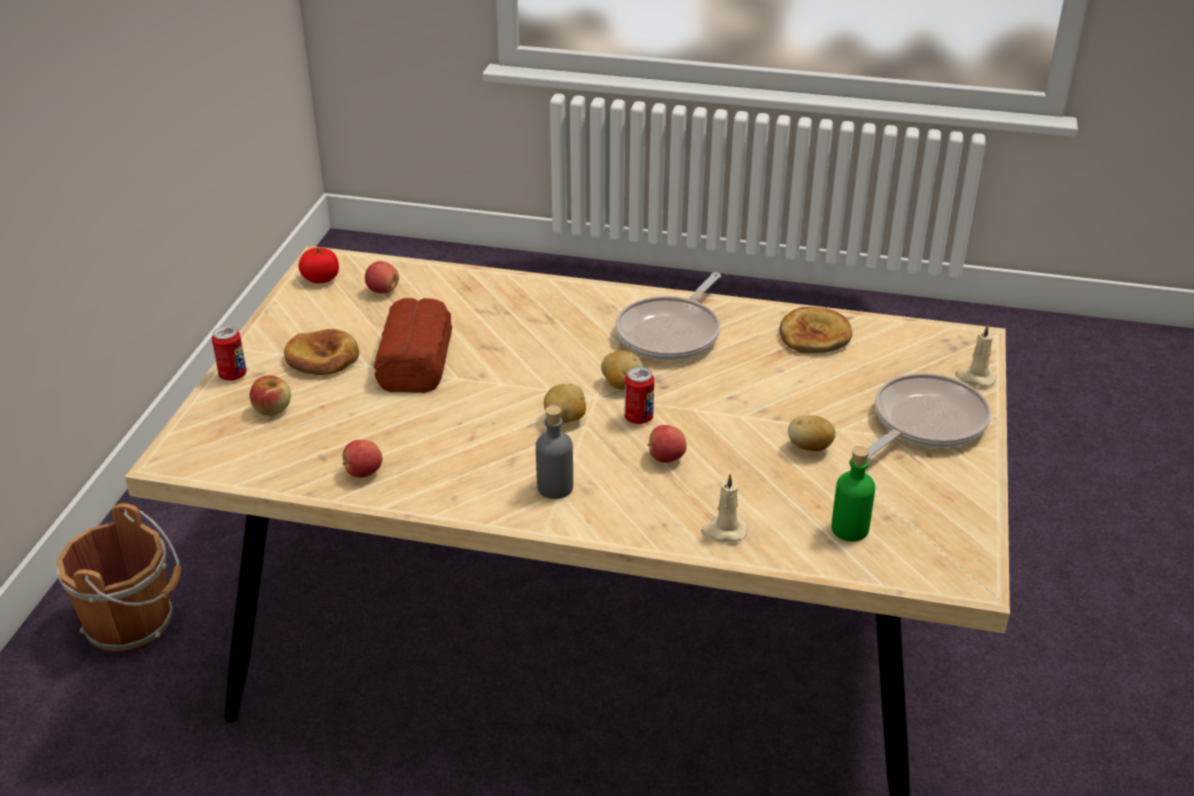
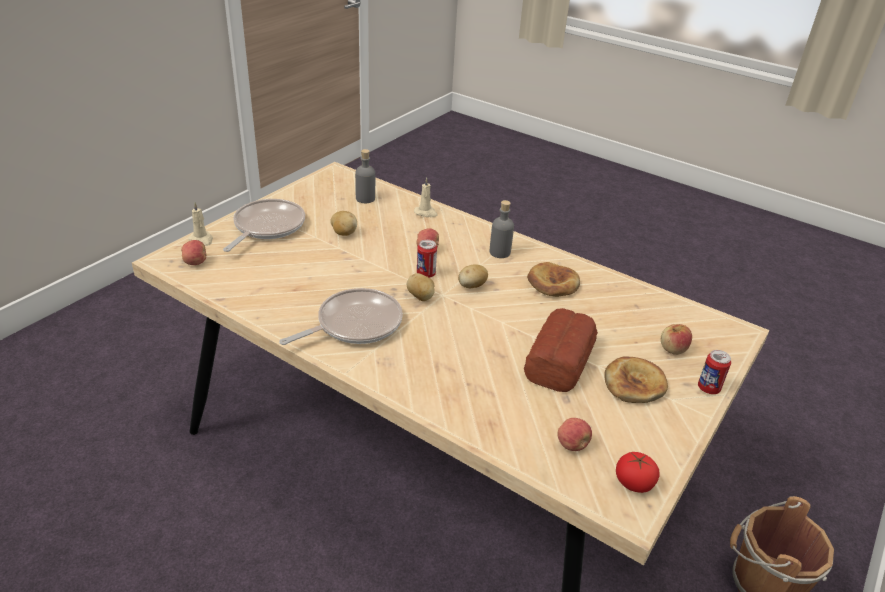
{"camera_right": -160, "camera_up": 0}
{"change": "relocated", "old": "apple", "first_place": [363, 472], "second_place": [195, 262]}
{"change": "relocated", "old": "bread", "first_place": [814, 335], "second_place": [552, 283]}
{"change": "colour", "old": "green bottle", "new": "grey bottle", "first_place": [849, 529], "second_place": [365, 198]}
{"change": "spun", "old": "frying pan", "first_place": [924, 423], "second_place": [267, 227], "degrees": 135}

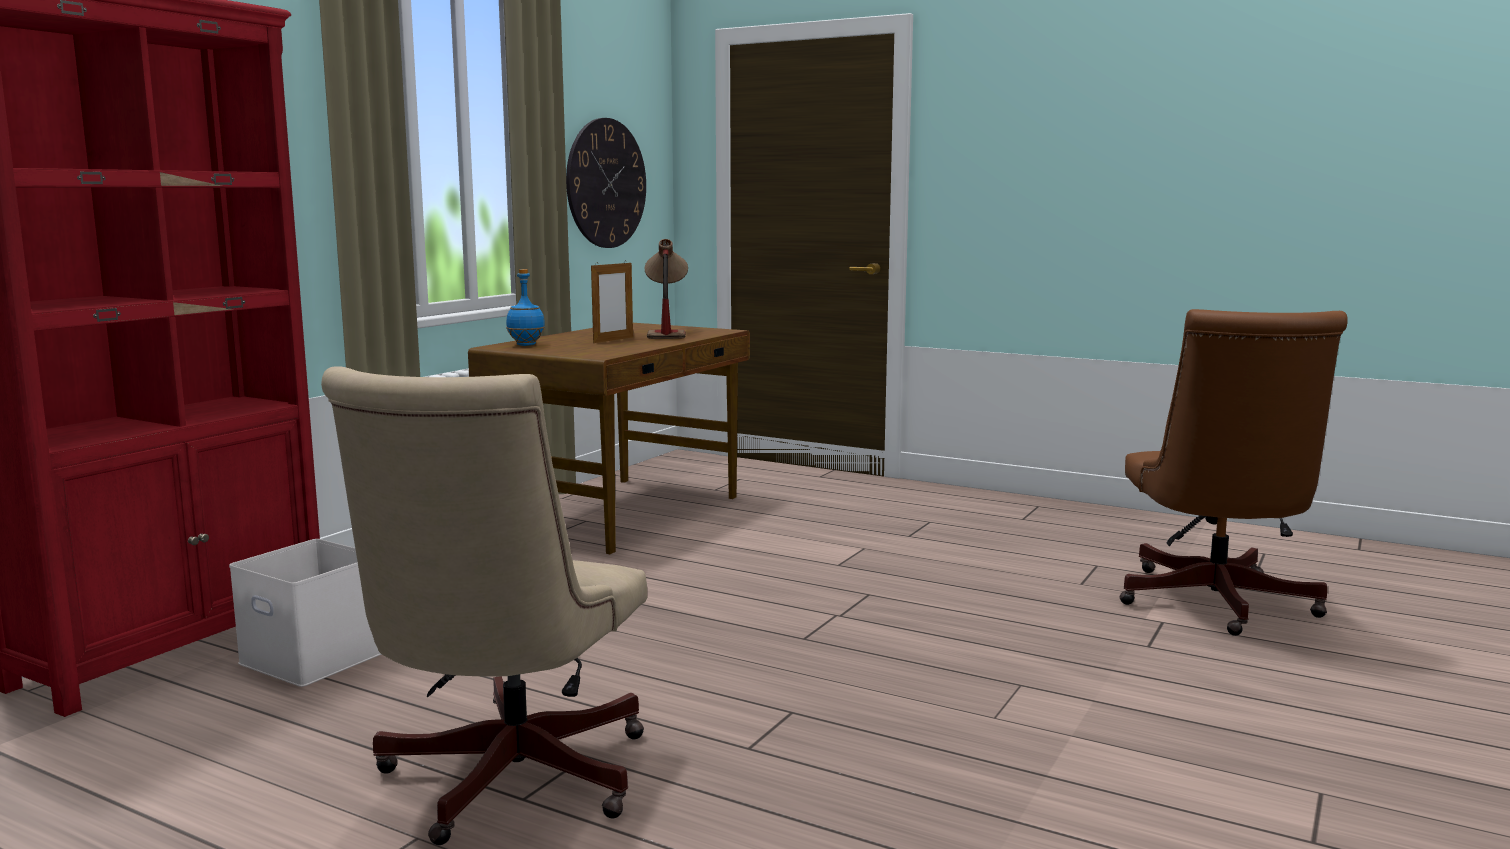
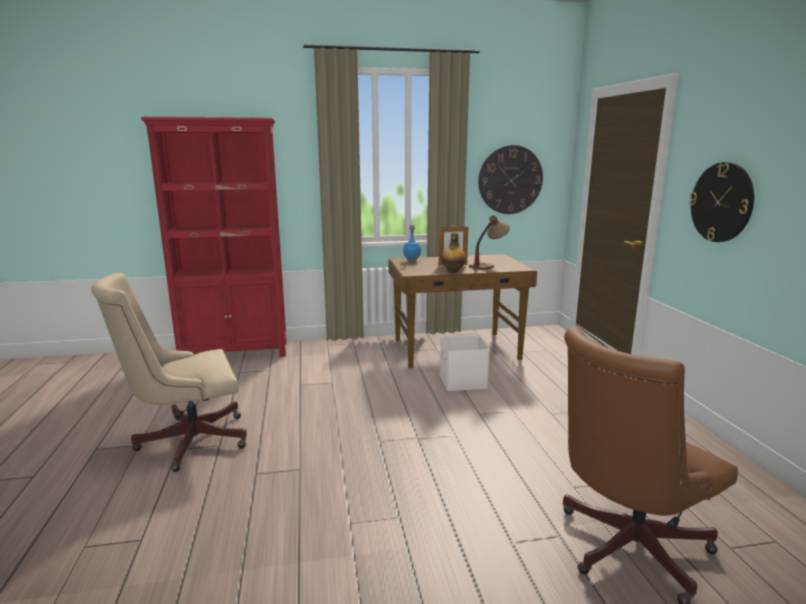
{"camera_right": 50, "camera_up": 5}
{"change": "appeared", "new": "bottle", "second_place": [453, 271]}
{"change": "appeared", "new": "wall clock", "second_place": [721, 202]}
{"change": "relocated", "old": "white storage box", "first_place": [317, 657], "second_place": [464, 381]}

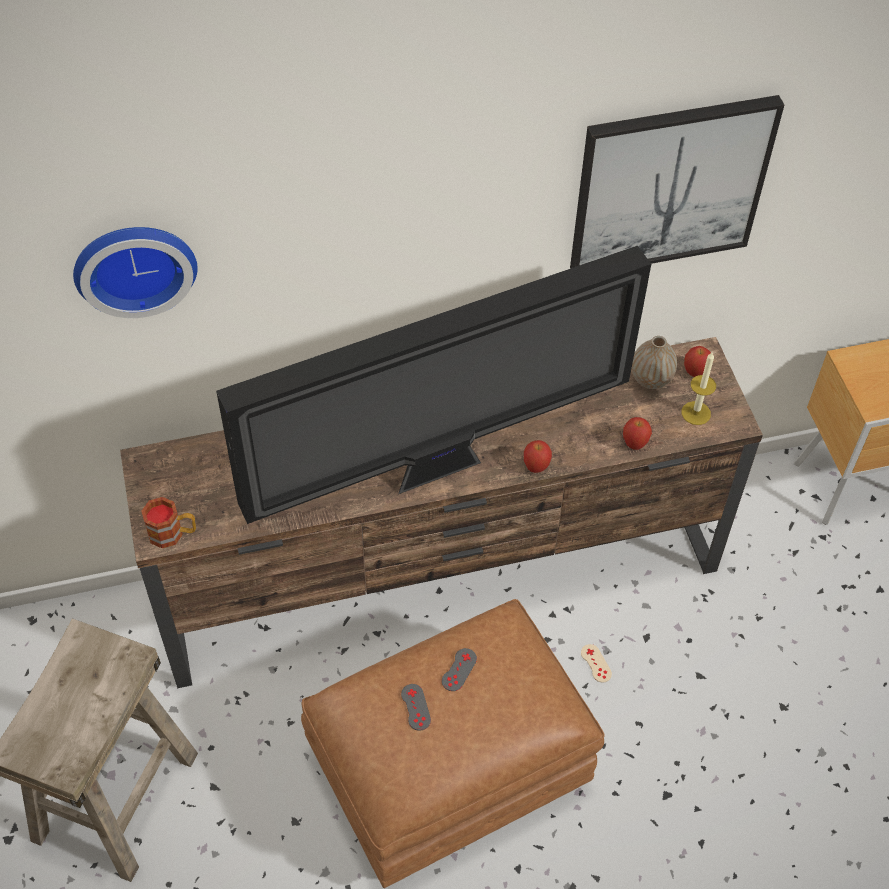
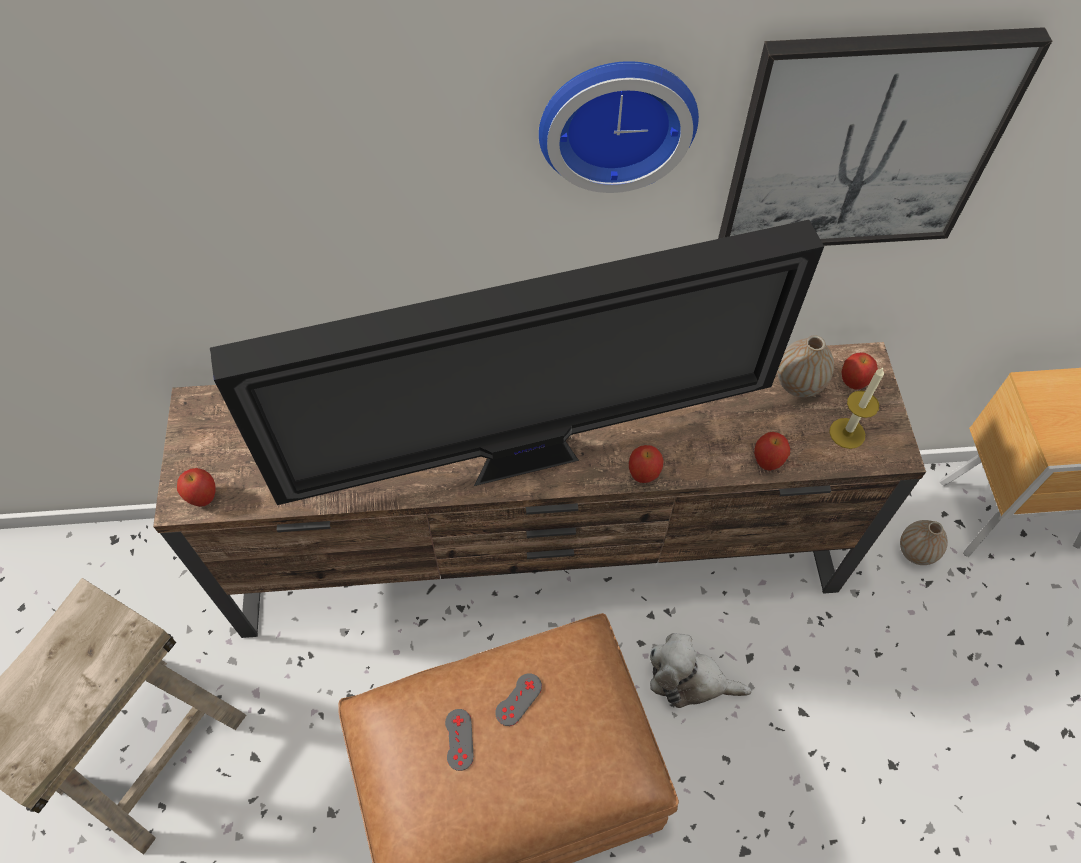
{"camera_right": 10, "camera_up": 5}
{"change": "appeared", "new": "vase", "second_place": [915, 552]}
{"change": "relocated", "old": "wall clock", "first_place": [134, 264], "second_place": [616, 119]}
{"change": "exchanged", "old": "mug", "new": "apple", "first_place": [173, 533], "second_place": [203, 498]}
{"change": "exchanged", "old": "beige game controller", "new": "plush toy", "first_place": [596, 663], "second_place": [689, 679]}

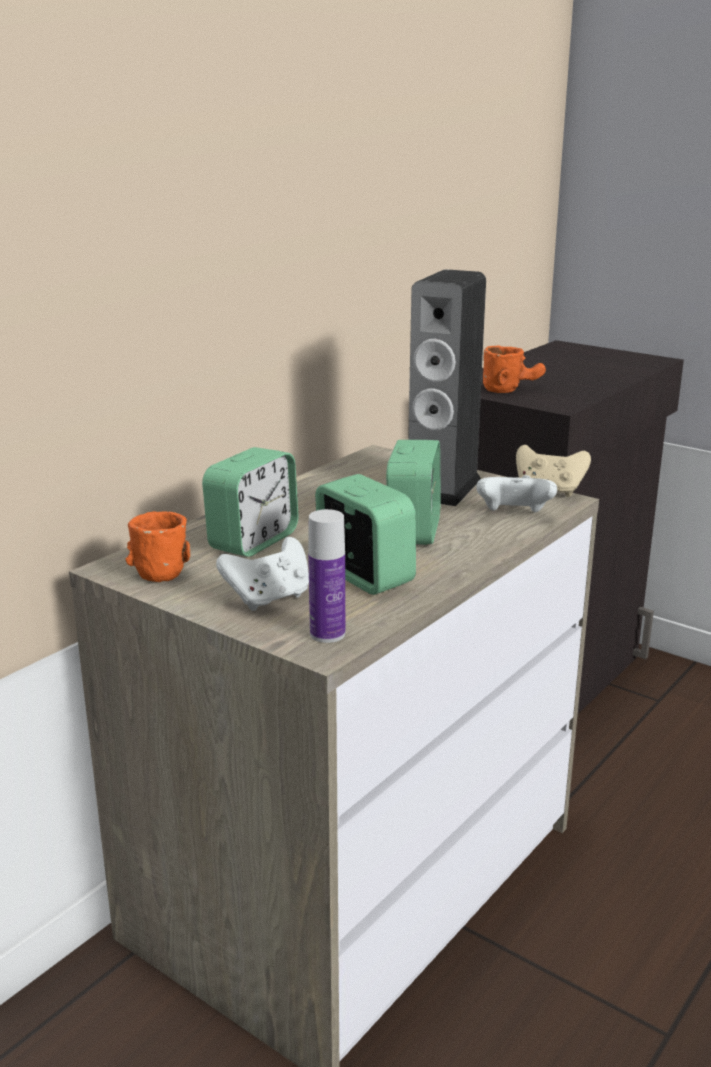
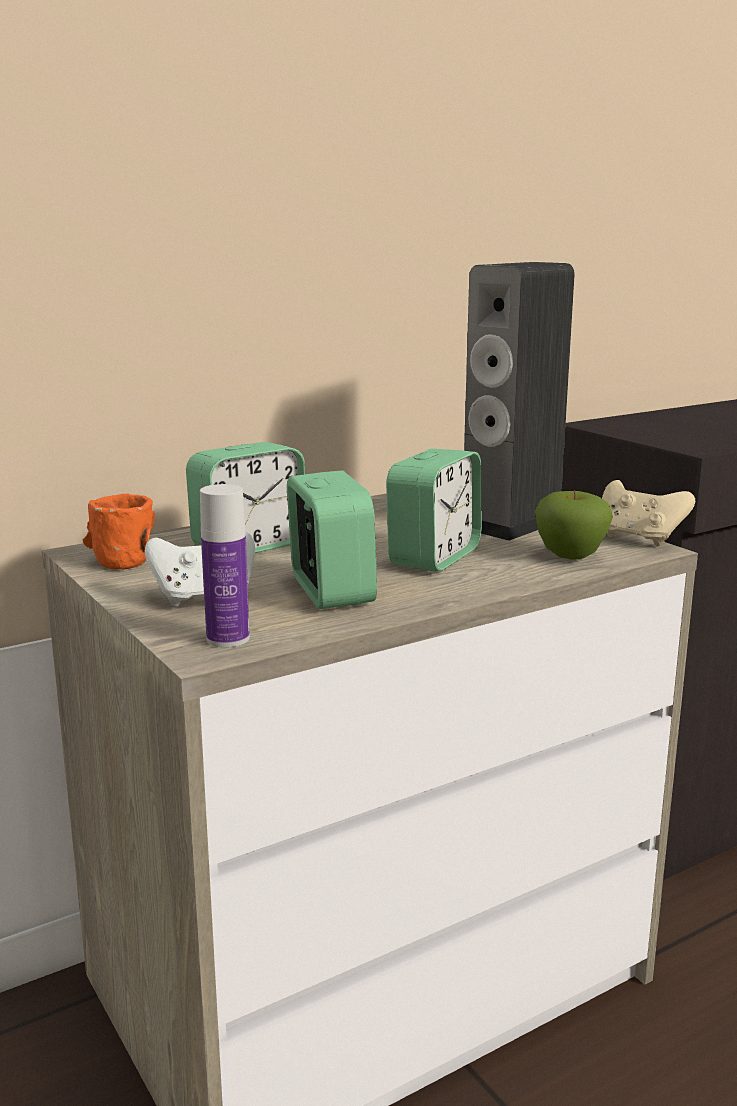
{"camera_right": 20, "camera_up": -5}
{"change": "missing", "old": "orange mug", "first_place": [512, 388]}
{"change": "exchanged", "old": "white game controller", "new": "apple", "first_place": [514, 515], "second_place": [570, 556]}

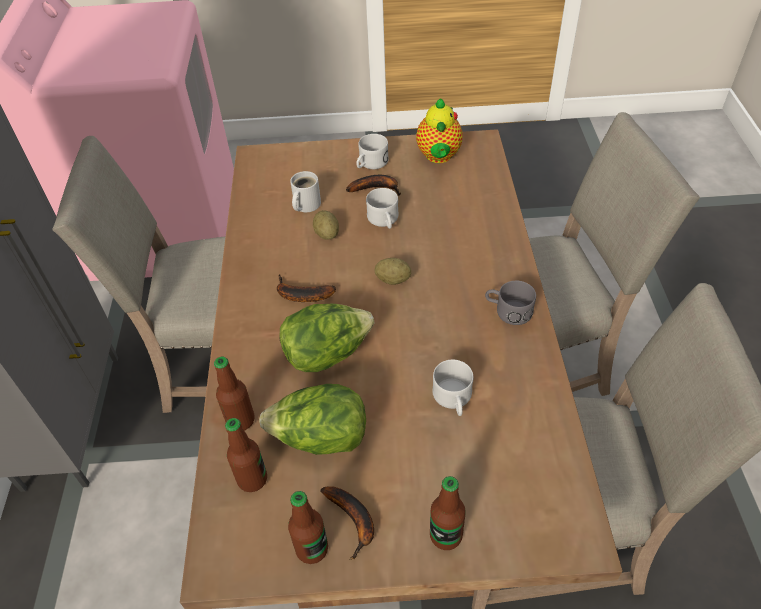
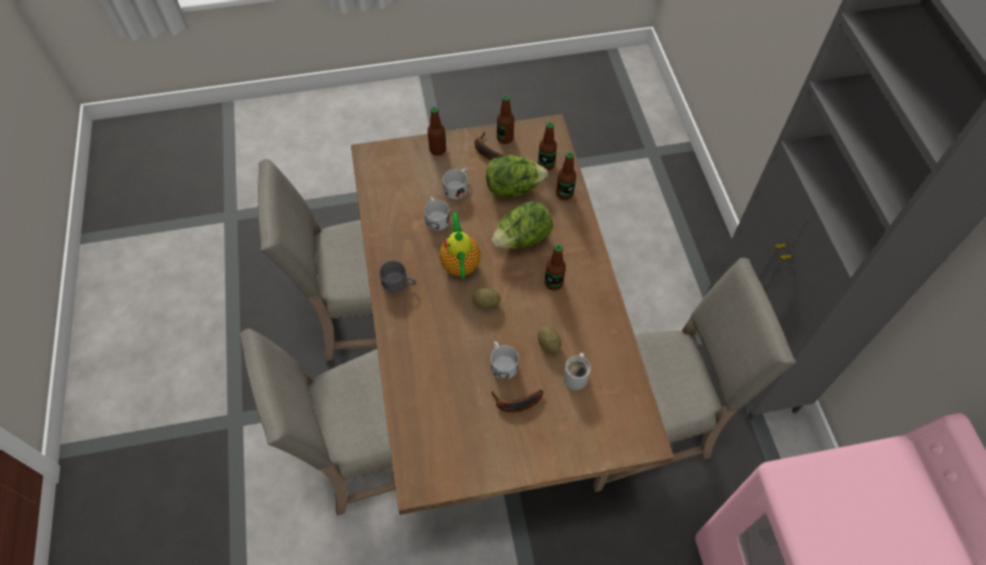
{"camera_right": 170, "camera_up": 10}
{"change": "relocated", "old": "white mug", "first_place": [370, 164], "second_place": [458, 187]}
{"change": "relocated", "old": "teapot", "first_place": [438, 157], "second_place": [460, 262]}
{"change": "exchanged", "old": "banana", "new": "bottle", "first_place": [300, 295], "second_place": [553, 283]}

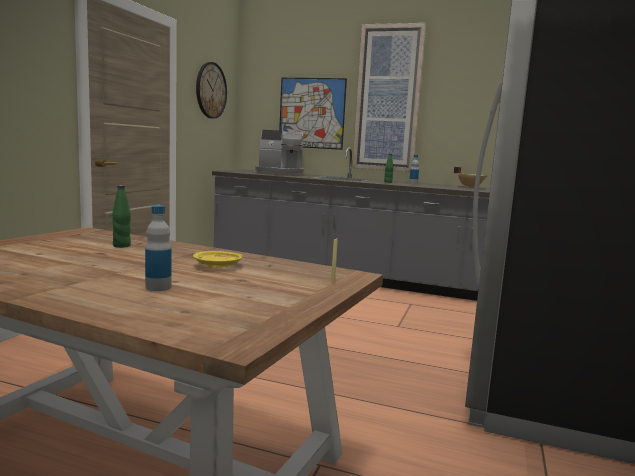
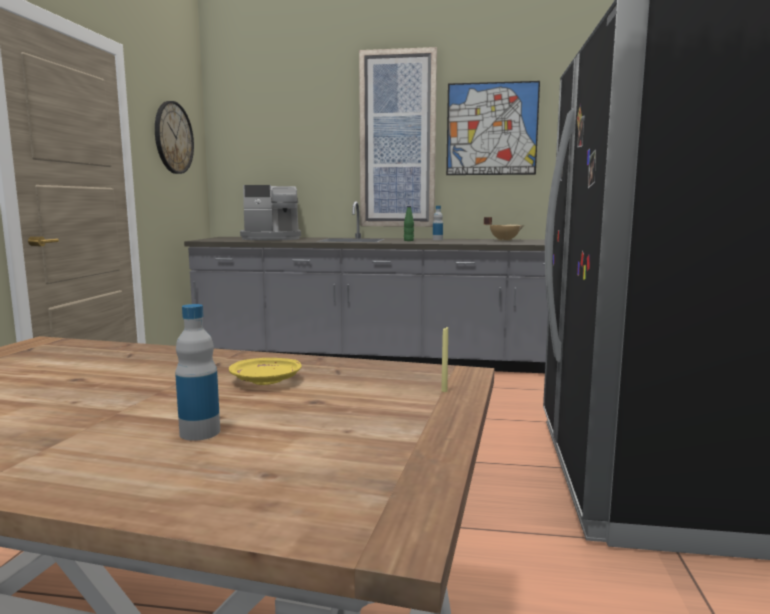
{"camera_right": -10, "camera_up": 0}
{"change": "missing", "old": "green bottle", "first_place": [122, 246]}
{"change": "relocated", "old": "picture", "first_place": [311, 113], "second_place": [491, 129]}

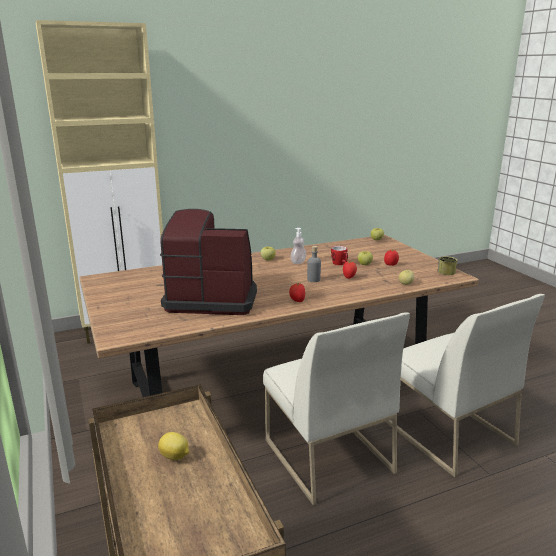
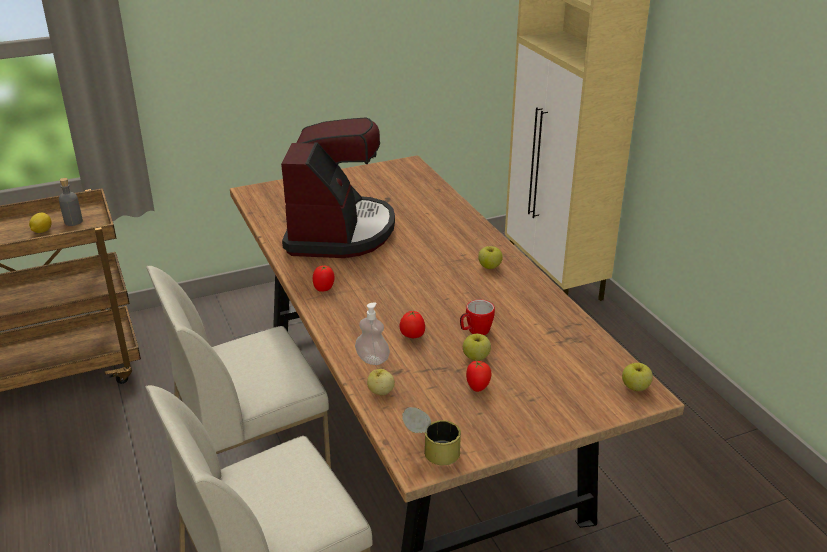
{"camera_right": 90, "camera_up": 10}
{"change": "relocated", "old": "soap dispenser", "first_place": [298, 262], "second_place": [372, 359]}
{"change": "relocated", "old": "grey bottle", "first_place": [313, 280], "second_place": [73, 222]}

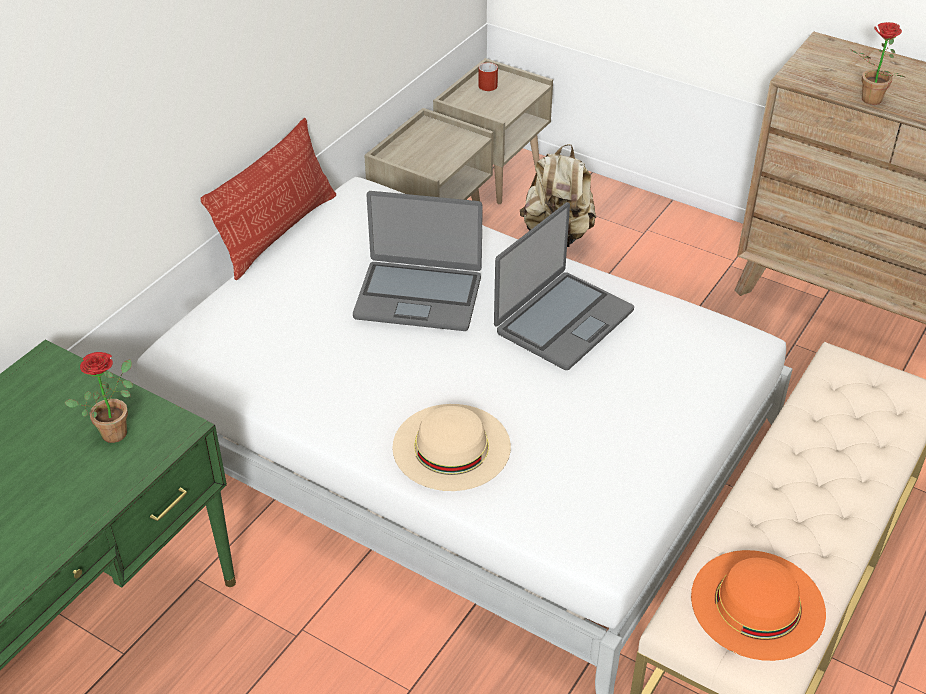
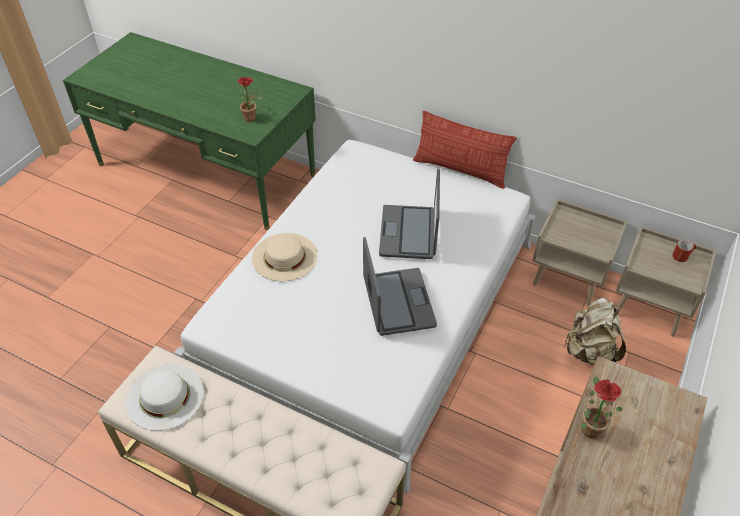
{"camera_right": 85, "camera_up": 5}
{"change": "colour", "old": "orange hat", "new": "white hat", "first_place": [757, 603], "second_place": [165, 396]}
{"change": "spun", "old": "laptop", "first_place": [562, 321], "second_place": [397, 302], "degrees": -135}

